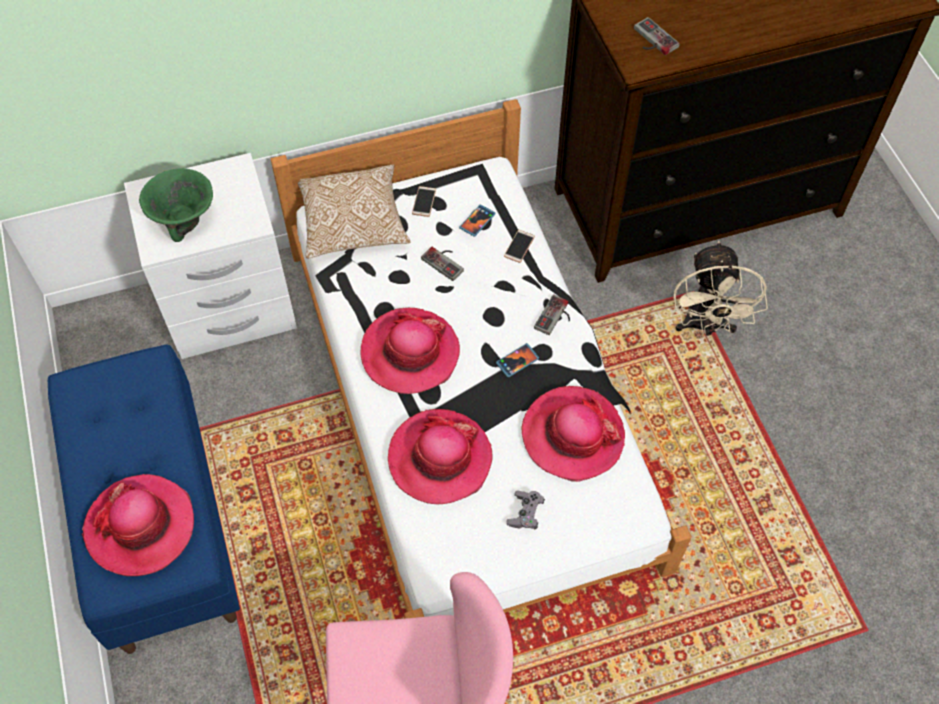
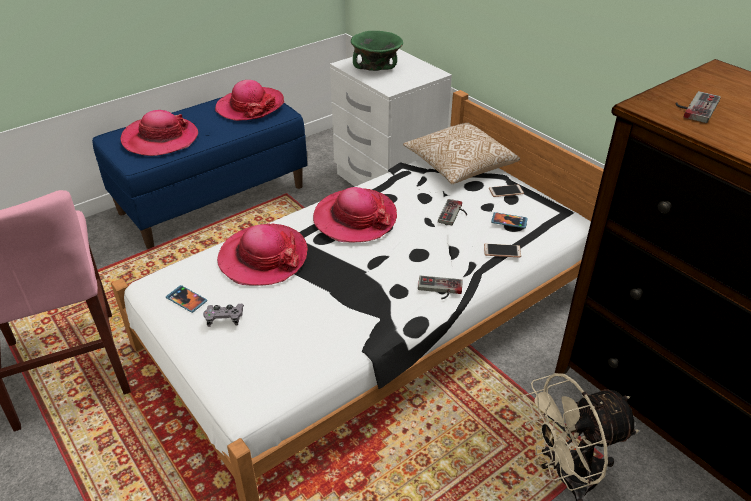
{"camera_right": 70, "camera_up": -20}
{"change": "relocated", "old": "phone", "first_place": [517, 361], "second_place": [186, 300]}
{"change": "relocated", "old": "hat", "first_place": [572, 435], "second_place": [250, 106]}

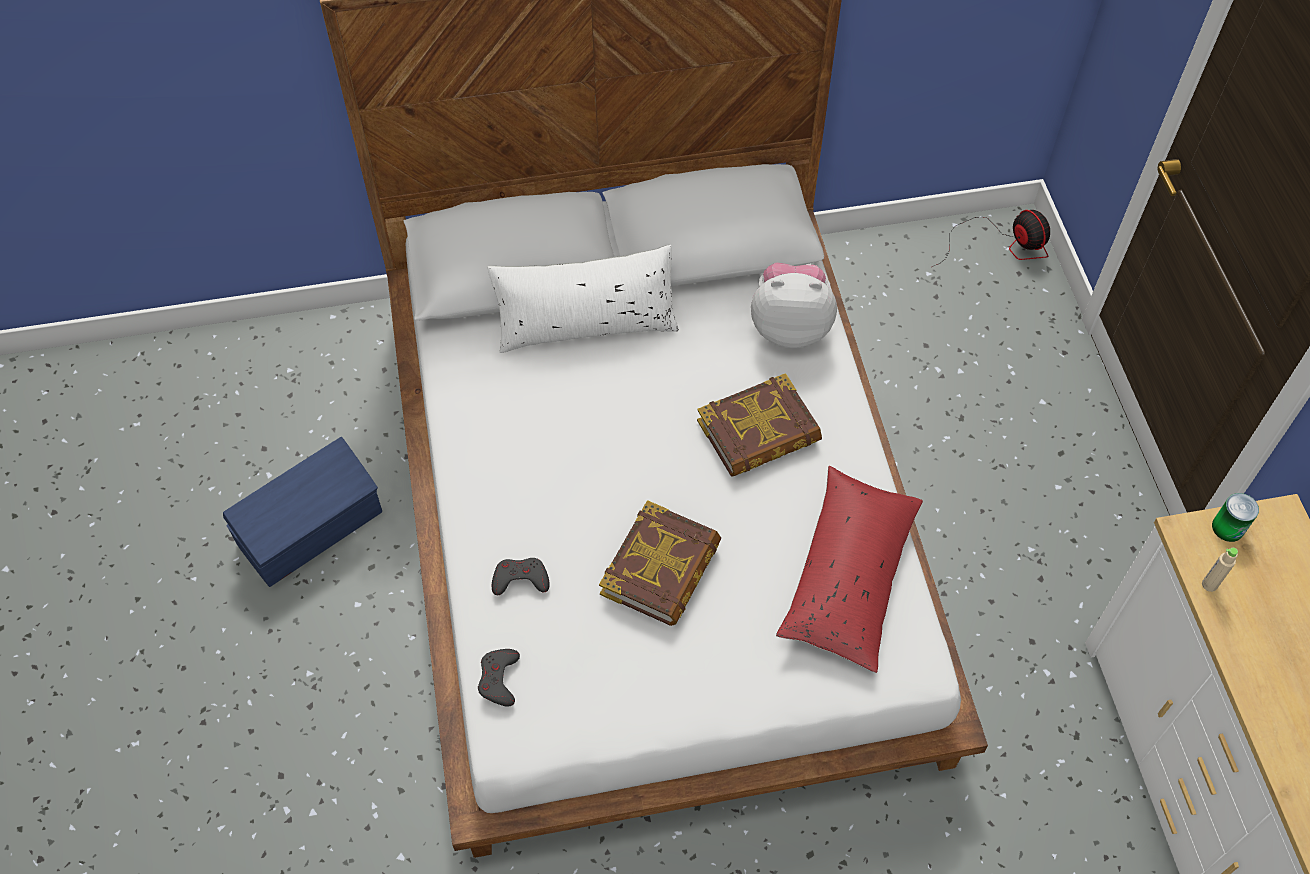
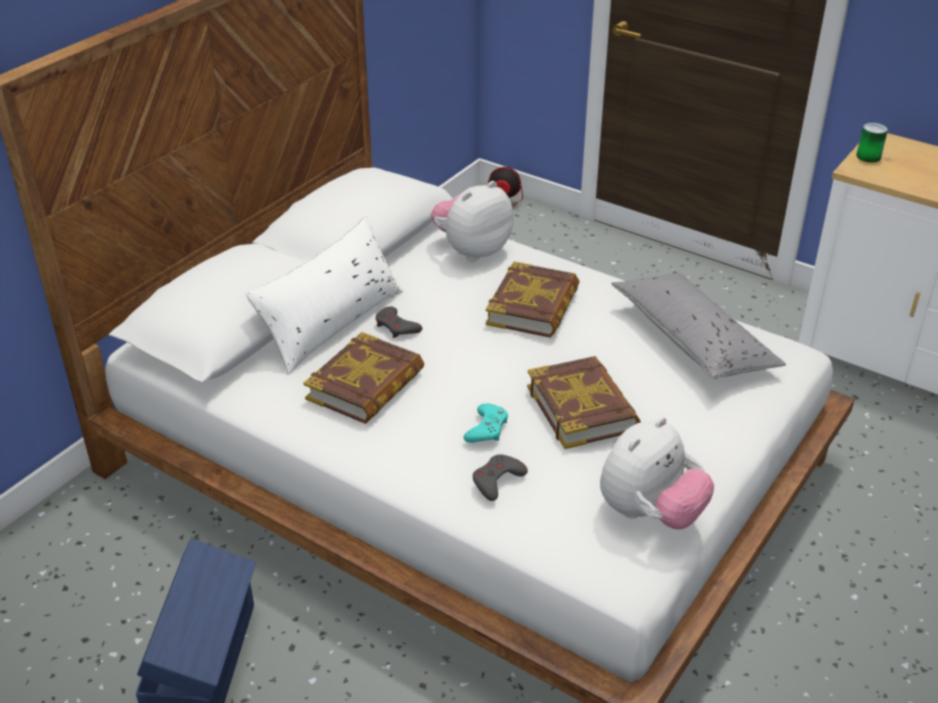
{"camera_right": -45, "camera_up": -20}
{"change": "missing", "old": "beige bottle", "first_place": [1209, 584]}
{"change": "appeared", "new": "book", "second_place": [366, 385]}
{"change": "appeared", "new": "turquoise game controller", "second_place": [487, 428]}
{"change": "appeared", "new": "plush toy", "second_place": [650, 513]}
{"change": "relocated", "old": "grey game controller", "first_place": [499, 679], "second_place": [397, 327]}
{"change": "colour", "old": "red pillow", "new": "grey pillow", "first_place": [849, 577], "second_place": [693, 340]}

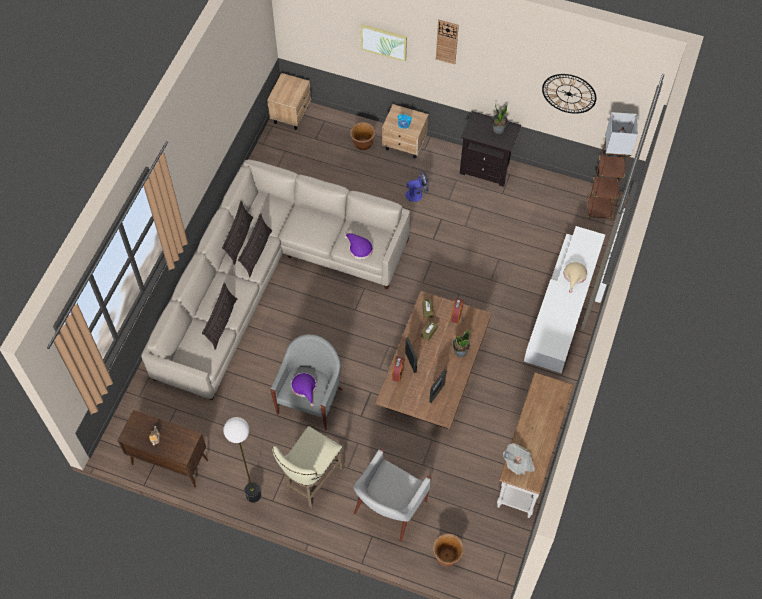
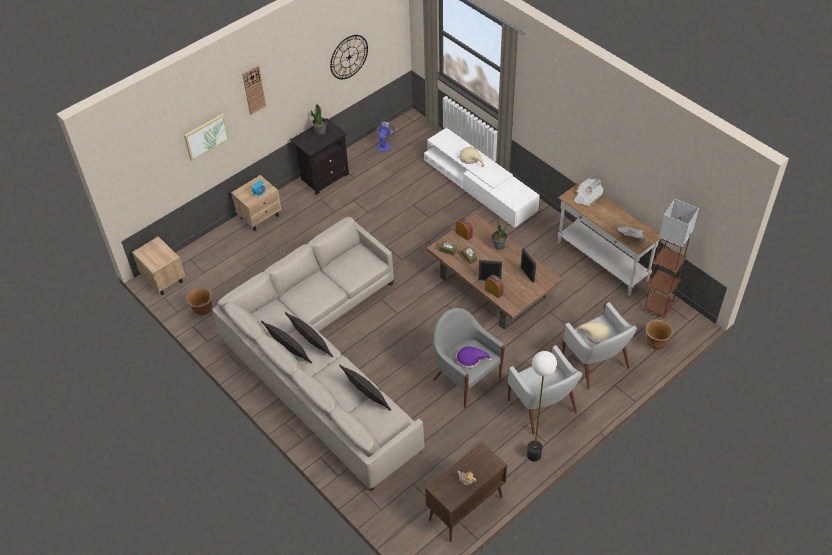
{"camera_right": -60, "camera_up": -10}
{"change": "missing", "old": "purple hat", "first_place": [359, 248]}
{"change": "appeared", "new": "newspaper", "second_place": [587, 197]}
{"change": "appeared", "new": "beige hat", "second_place": [595, 334]}
{"change": "relocated", "old": "brown planter", "first_place": [363, 145], "second_place": [203, 310]}
{"change": "relocated", "old": "fan", "first_place": [417, 194], "second_place": [384, 144]}
{"change": "relocated", "old": "brown floor lamp", "first_place": [599, 210], "second_place": [658, 307]}
{"change": "exchanged", "old": "beige stool", "new": "white armchair", "first_place": [311, 481], "second_place": [542, 407]}

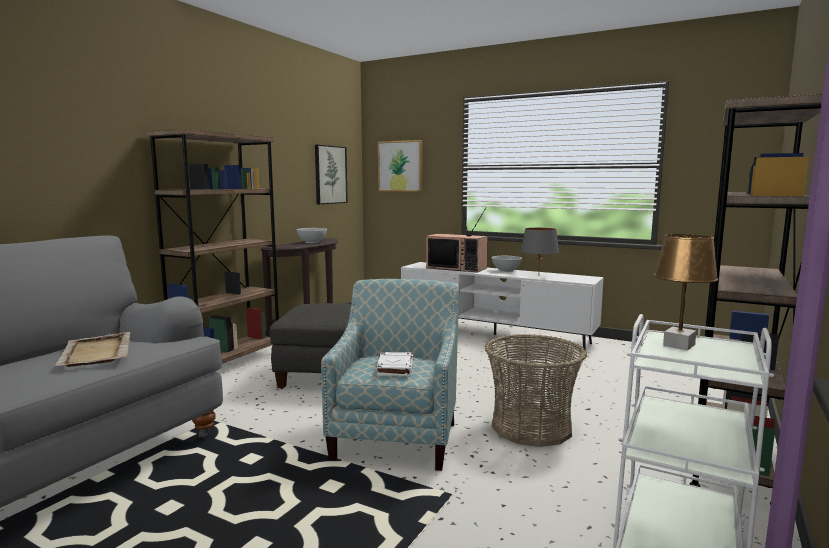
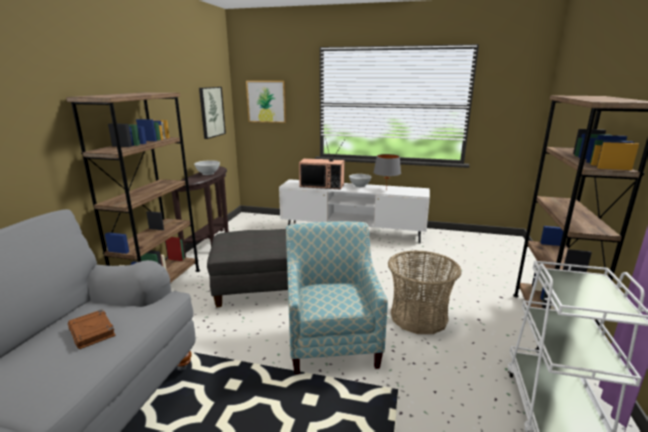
{"camera_right": -15, "camera_up": 10}
{"change": "missing", "old": "white book", "first_place": [395, 367]}
{"change": "missing", "old": "brown table lamp", "first_place": [679, 345]}
{"change": "exchanged", "old": "beige tray", "new": "brown book", "first_place": [96, 353], "second_place": [92, 332]}

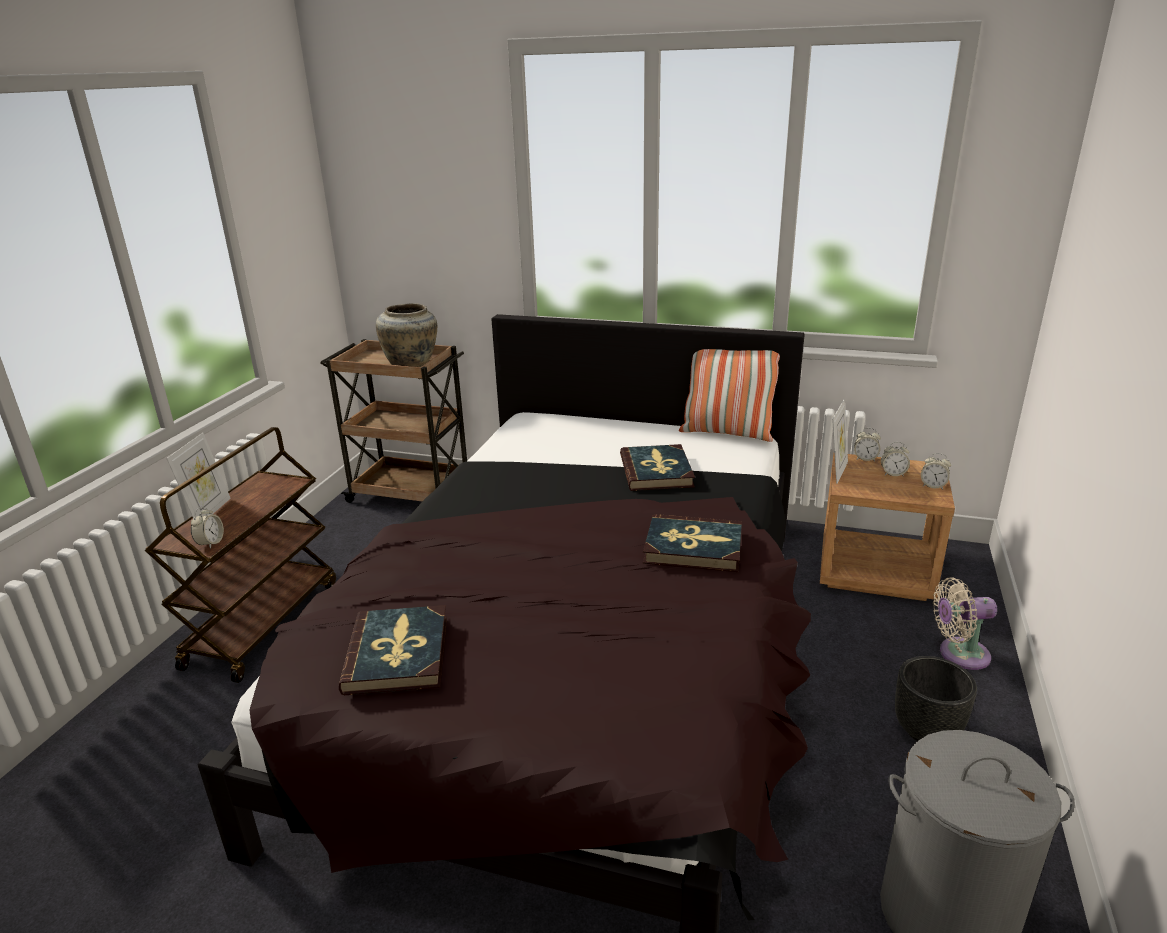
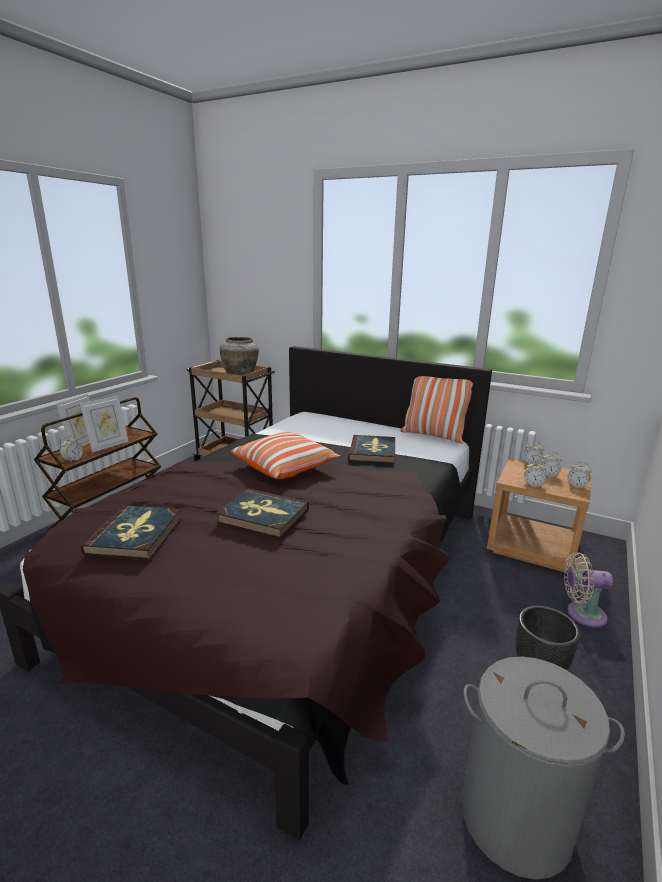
{"camera_right": 10, "camera_up": -5}
{"change": "appeared", "new": "pillow", "second_place": [285, 467]}
{"change": "appeared", "new": "alarm clock", "second_place": [533, 485]}
{"change": "relocated", "old": "book", "first_place": [693, 547], "second_place": [263, 516]}
{"change": "relocated", "old": "picture frame", "first_place": [836, 471], "second_place": [108, 445]}

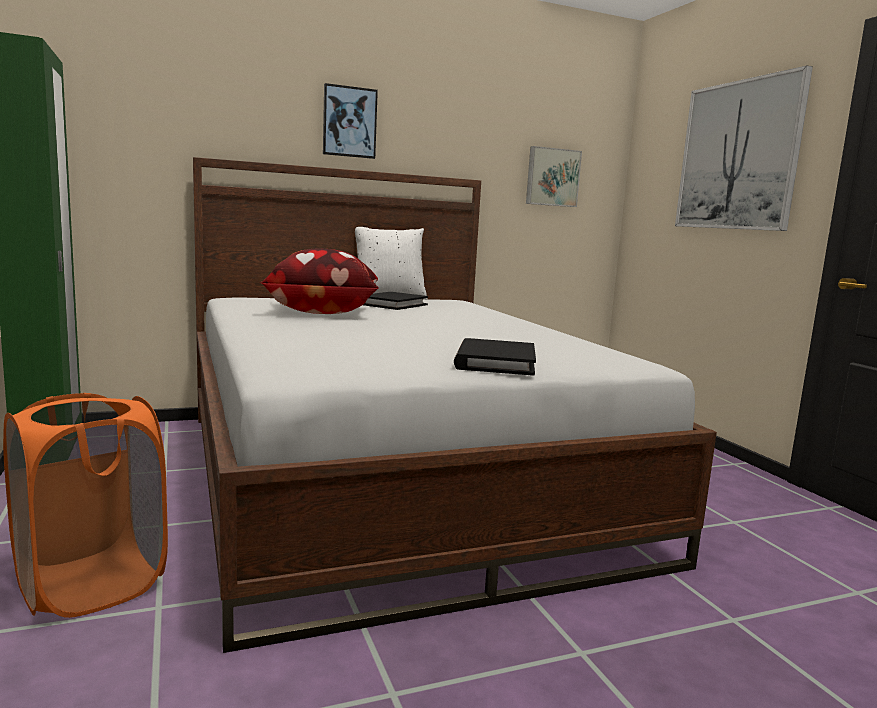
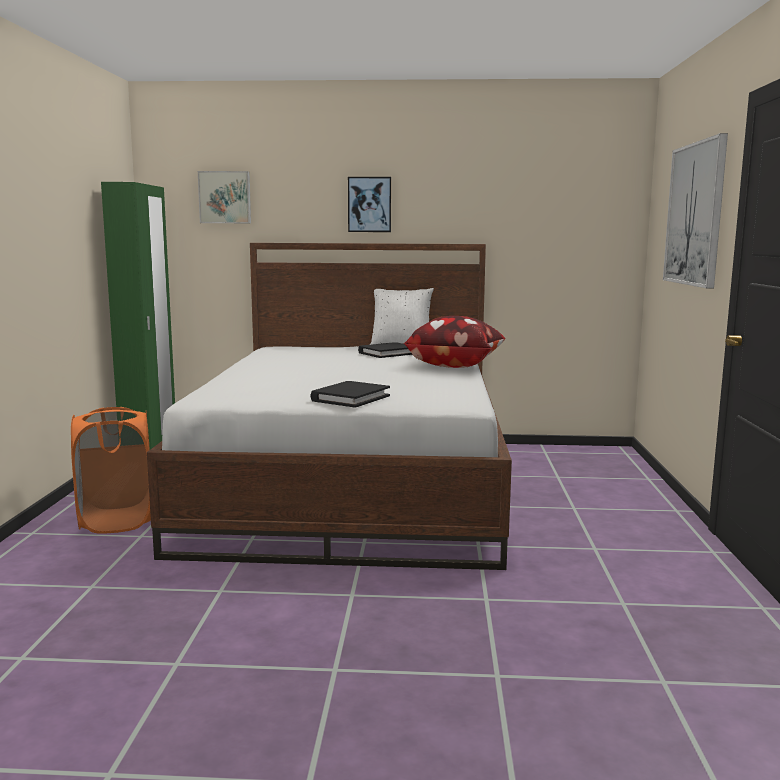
{"camera_right": 25, "camera_up": 0}
{"change": "relocated", "old": "pillow", "first_place": [322, 312], "second_place": [454, 366]}
{"change": "relocated", "old": "picture", "first_place": [552, 177], "second_place": [225, 197]}

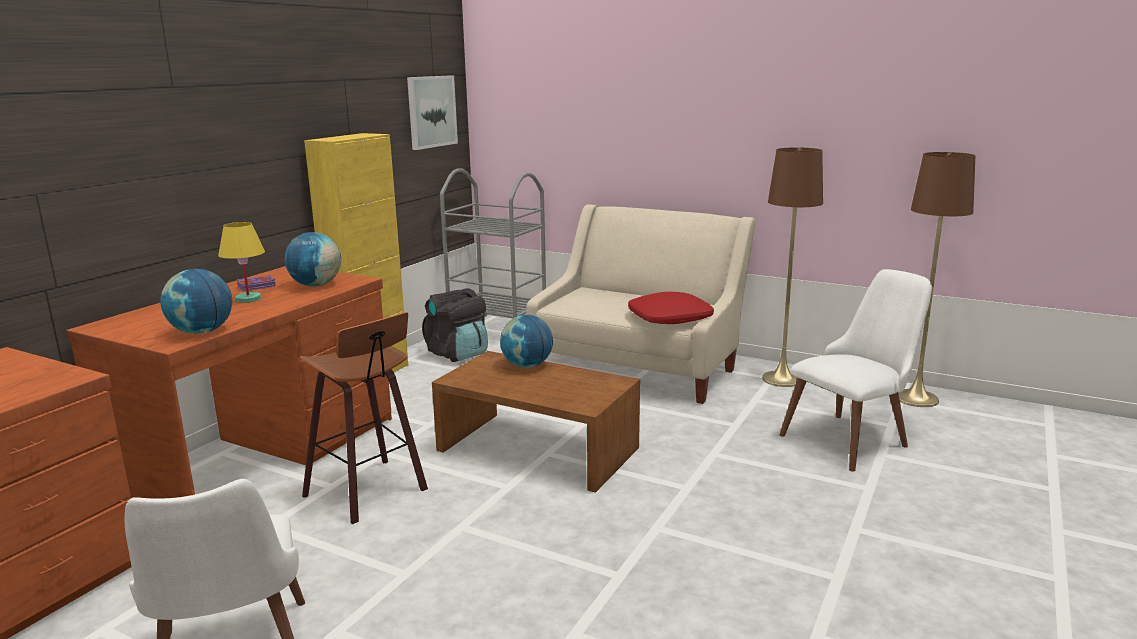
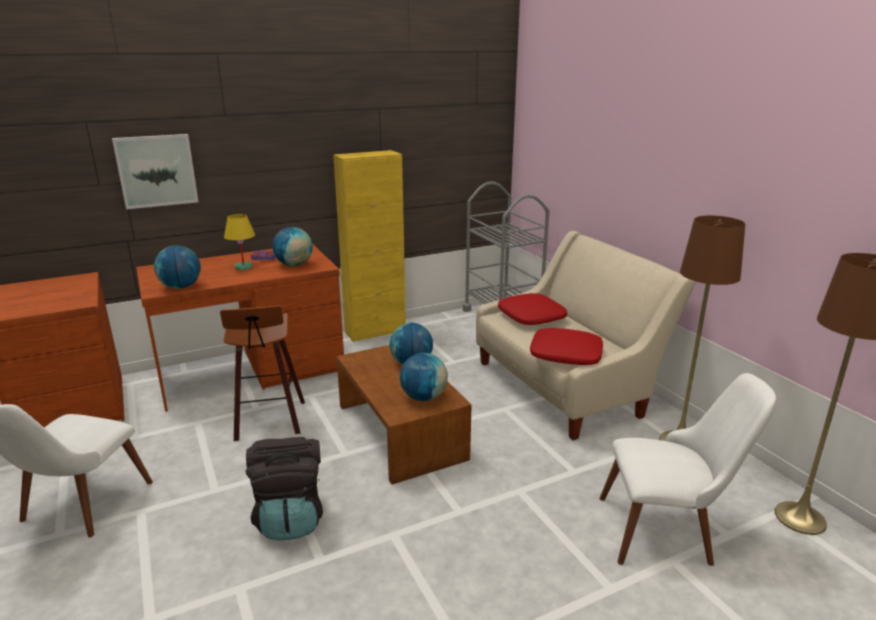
{"camera_right": 35, "camera_up": 5}
{"change": "appeared", "new": "globe", "second_place": [423, 397]}
{"change": "appeared", "new": "red pillow", "second_place": [531, 317]}
{"change": "relocated", "old": "picture", "first_place": [431, 111], "second_place": [156, 171]}
{"change": "relocated", "old": "black backpack", "first_place": [458, 354], "second_place": [290, 518]}

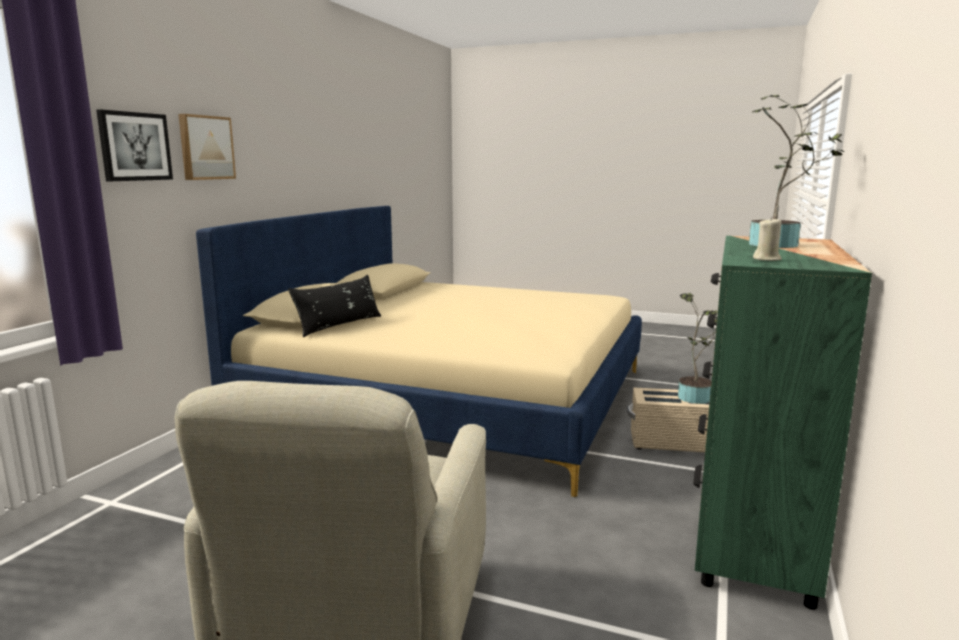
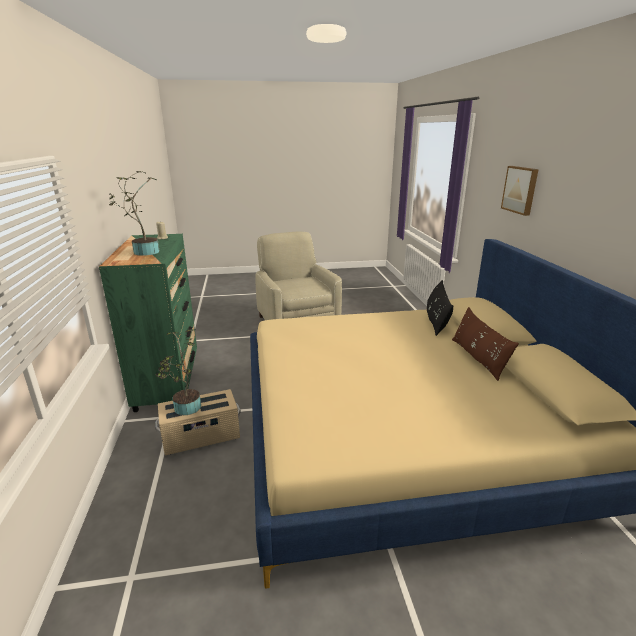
{"camera_right": 150, "camera_up": 10}
{"change": "missing", "old": "picture", "first_place": [134, 146]}
{"change": "appeared", "new": "brown pillow", "second_place": [478, 358]}

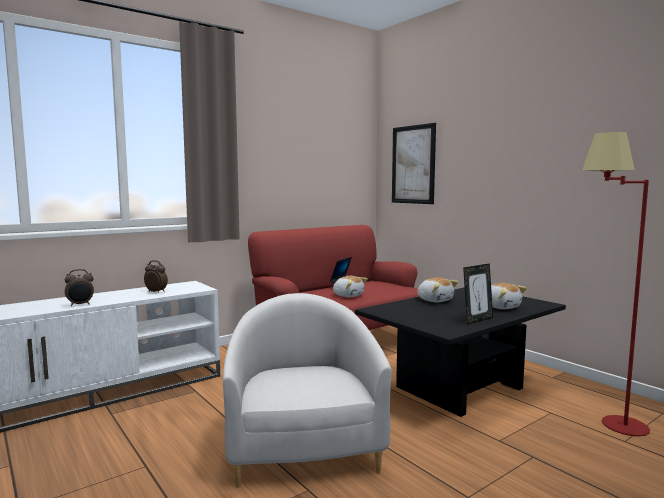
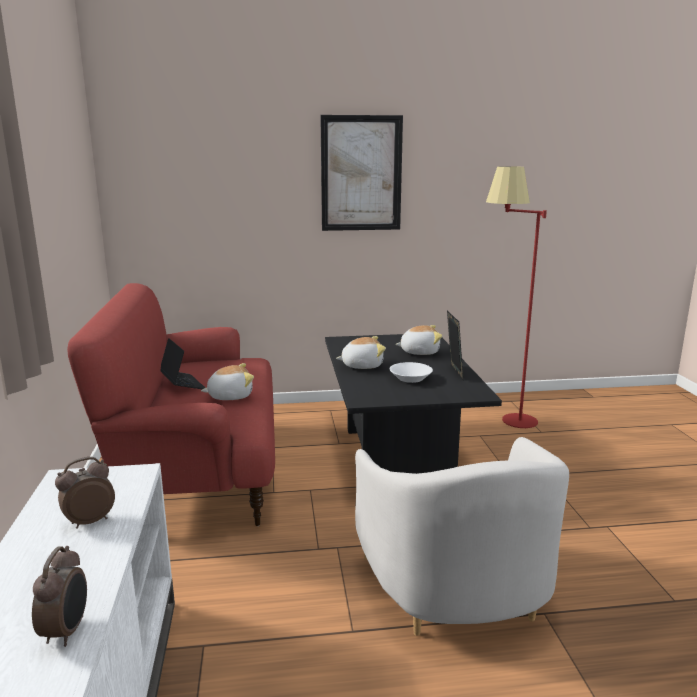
{"camera_right": -60, "camera_up": 10}
{"change": "appeared", "new": "white bowl", "second_place": [410, 378]}
{"change": "relocated", "old": "picture", "first_place": [413, 164], "second_place": [361, 174]}
{"change": "spun", "old": "white armchair", "first_place": [303, 448], "second_place": [457, 589], "degrees": -120}

